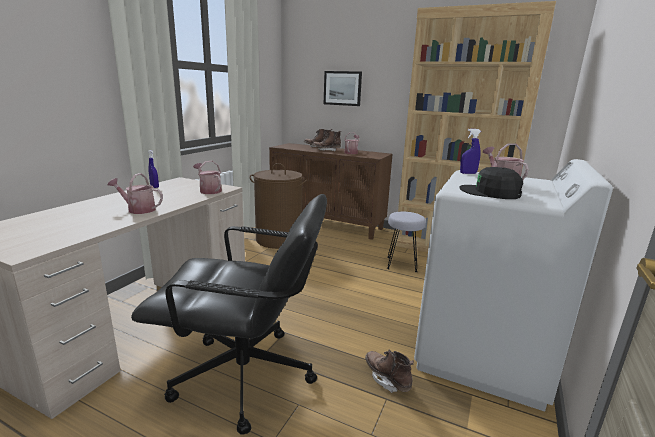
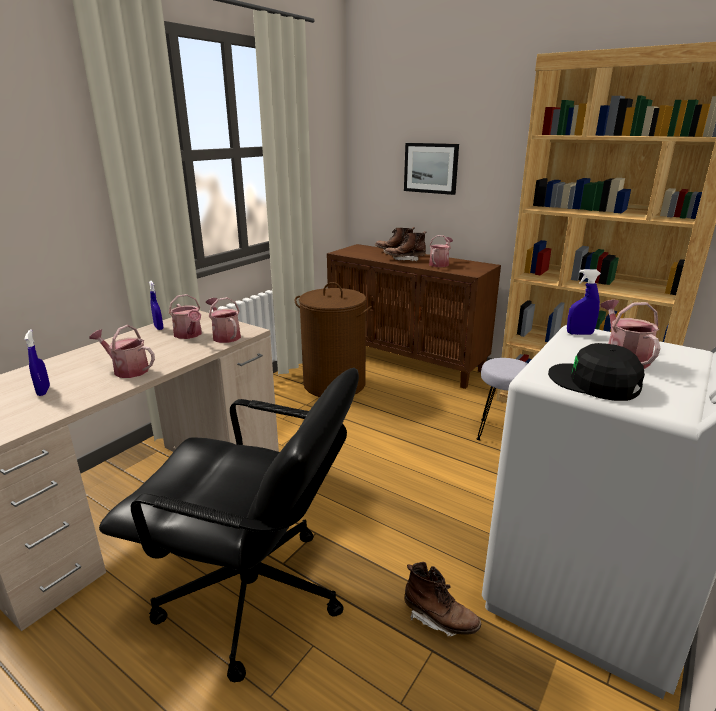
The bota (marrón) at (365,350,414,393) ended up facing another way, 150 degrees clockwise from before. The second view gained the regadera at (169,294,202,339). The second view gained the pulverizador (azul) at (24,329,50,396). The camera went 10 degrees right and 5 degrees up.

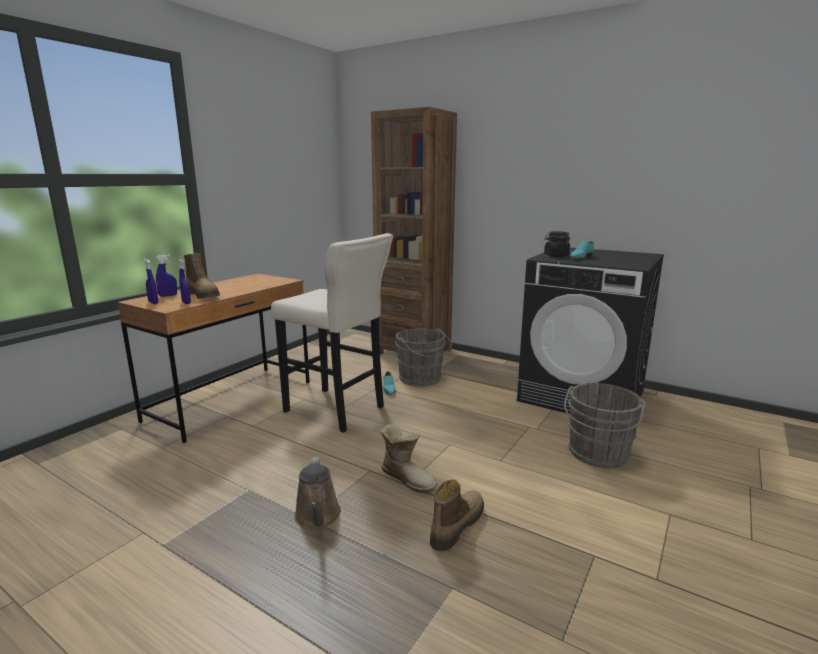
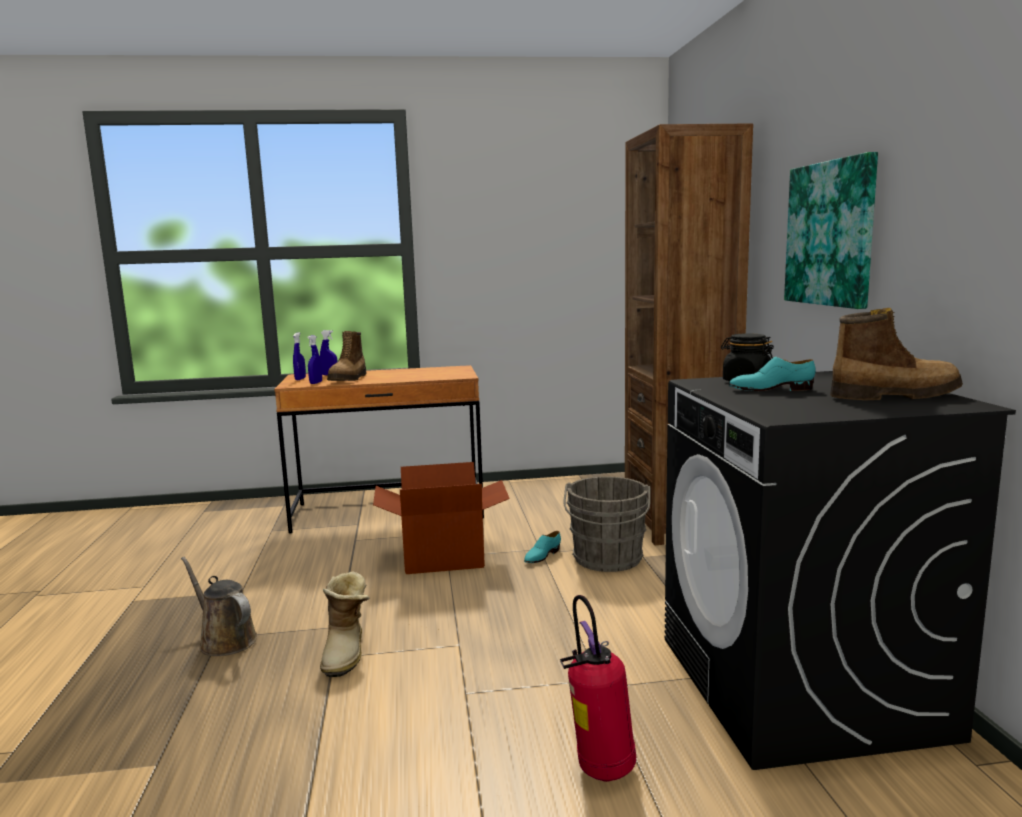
Where the taburete (beis) stood at (271,233,393,433), the caja de cartón came to stand at (373,462,510,574). Where the cubo (gris) stood at (564,383,645,468), the extintor came to stand at (560,595,636,782). The regadera (marrón) at (294,457,341,529) ended up facing another way, 90 degrees clockwise from before. The bota ended up elsewhere, having gone from (430,479,484,551) to (830,308,963,400). The second view gained the cuadro at (784,152,878,309). The camera went 50 degrees right and 5 degrees down.

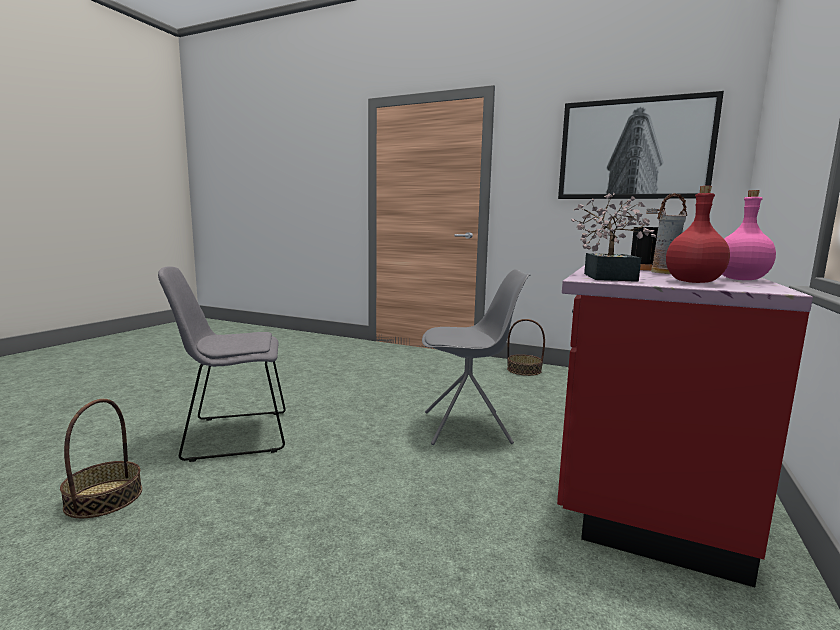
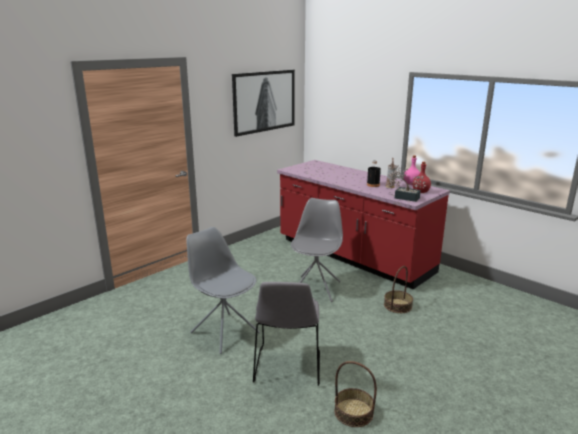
The cesta ended up elsewhere, having gone from (507,319,545,376) to (384,266,413,313). The second view gained the silla (gris) at (186,227,260,354). The camera went 70 degrees left and 10 degrees up.

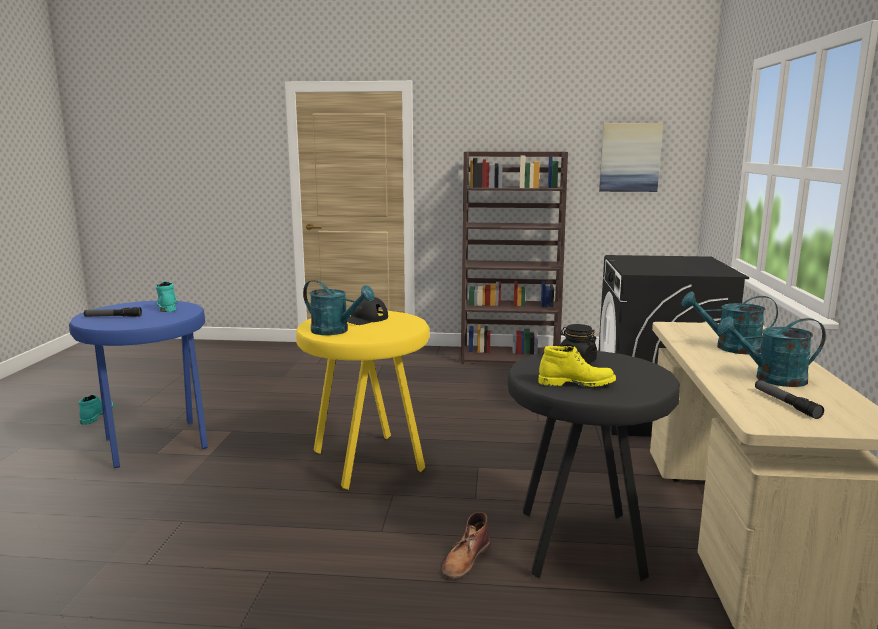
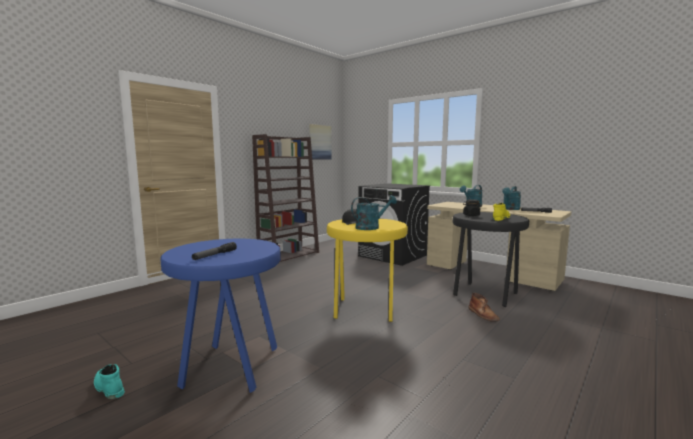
The second view lost the bota (turquesa) at (156,281,177,312). The camera went 55 degrees left and 5 degrees down.

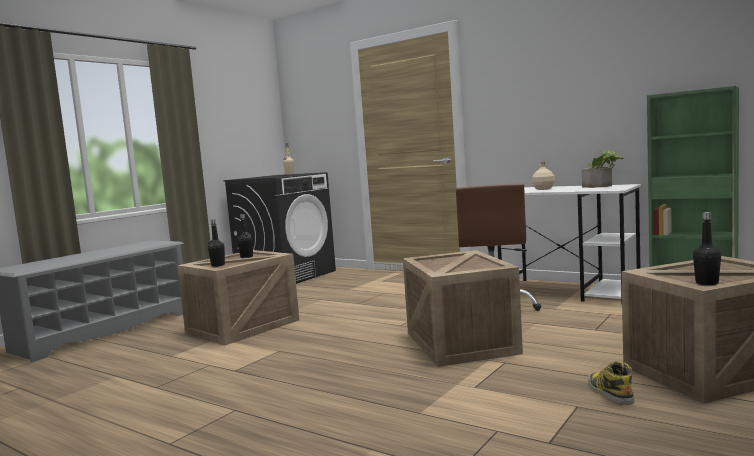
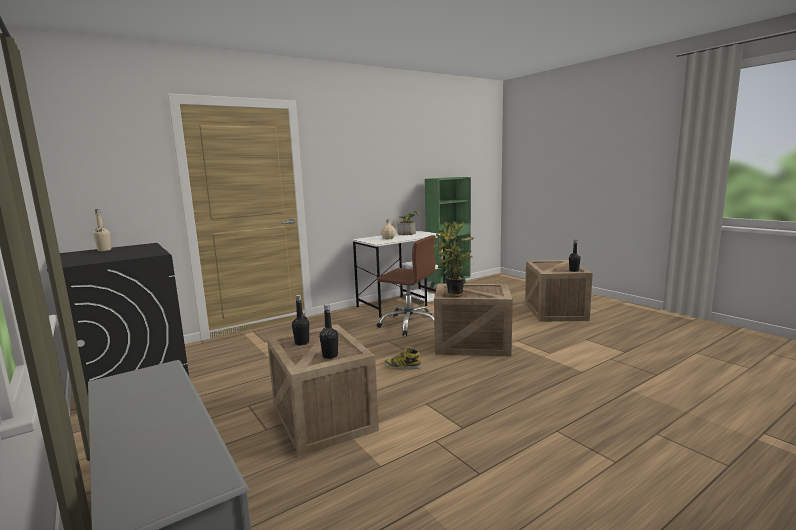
The bota ended up elsewhere, having gone from (588,361,635,405) to (383,347,421,369). The second view gained the planta en maceta at (432,221,474,297). The camera went 70 degrees left and 5 degrees up.

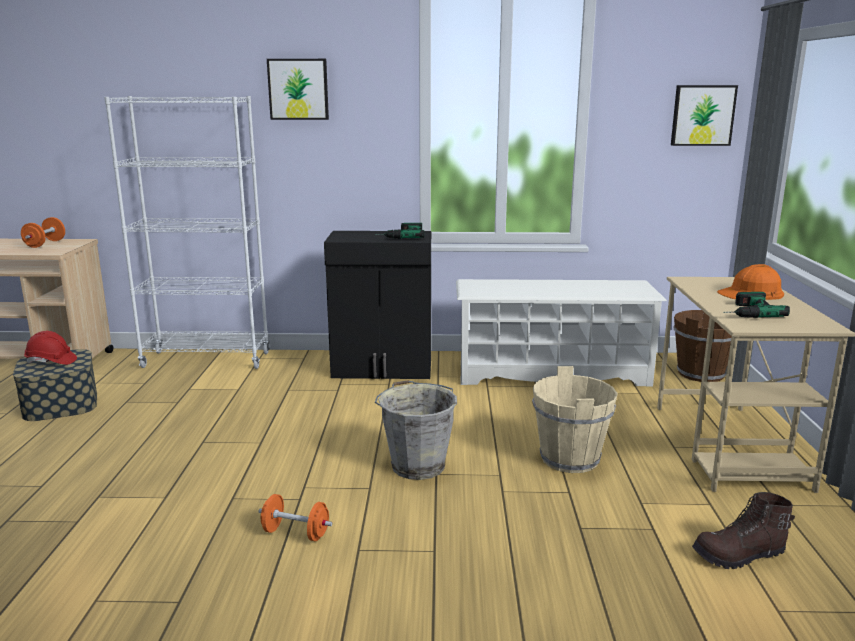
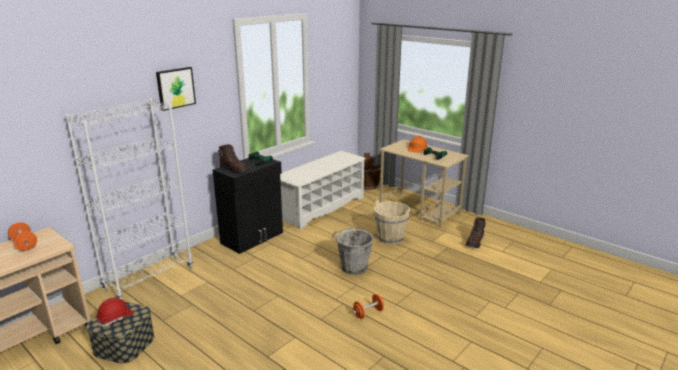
The second view lost the cuadro at (671,85,738,146). The second view gained the bota (marrón) at (218,145,248,174). The camera went 50 degrees left and 5 degrees up.

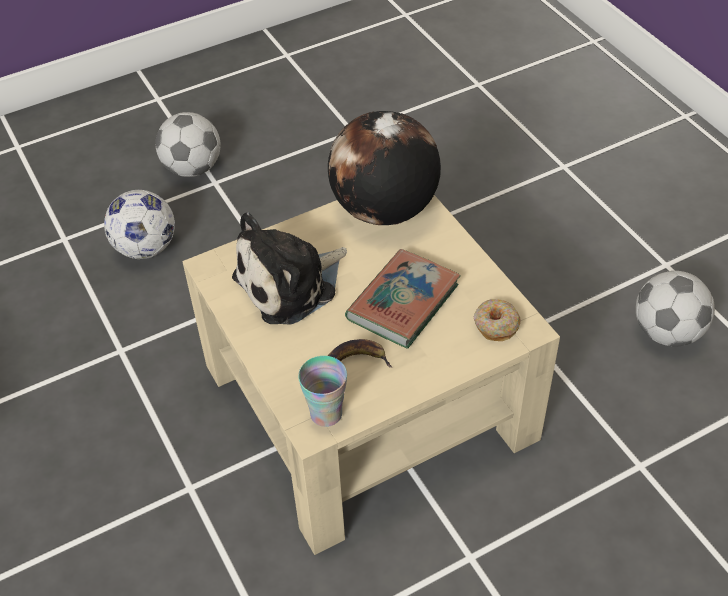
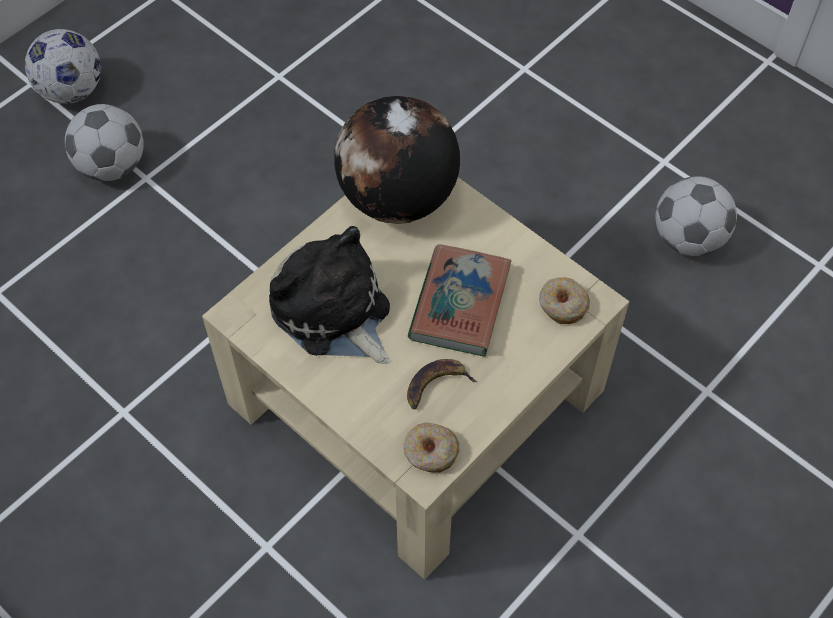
The balón de fútbol ended up elsewhere, having gone from (104,190,175,259) to (25,29,101,104). The peluche at (232,212,347,325) ended up facing another way, 105 degrees clockwise from before. Where the taza stood at (298,356,347,427), the rosquilla came to stand at (403,422,459,473). The camera went 20 degrees left and 10 degrees up.

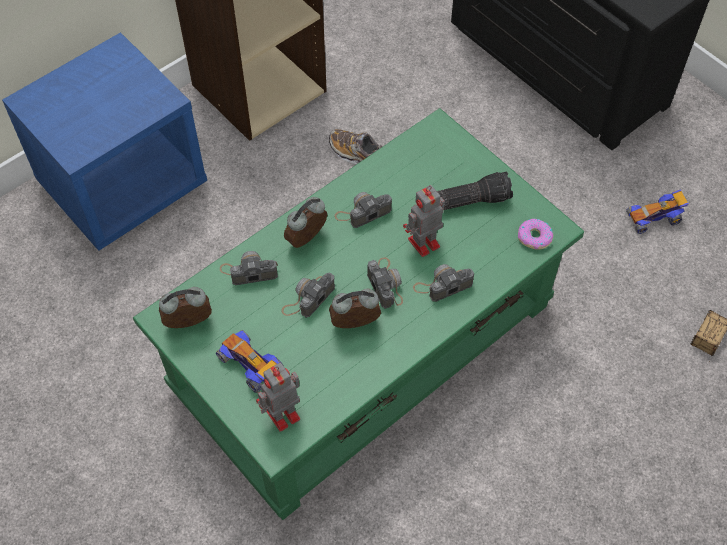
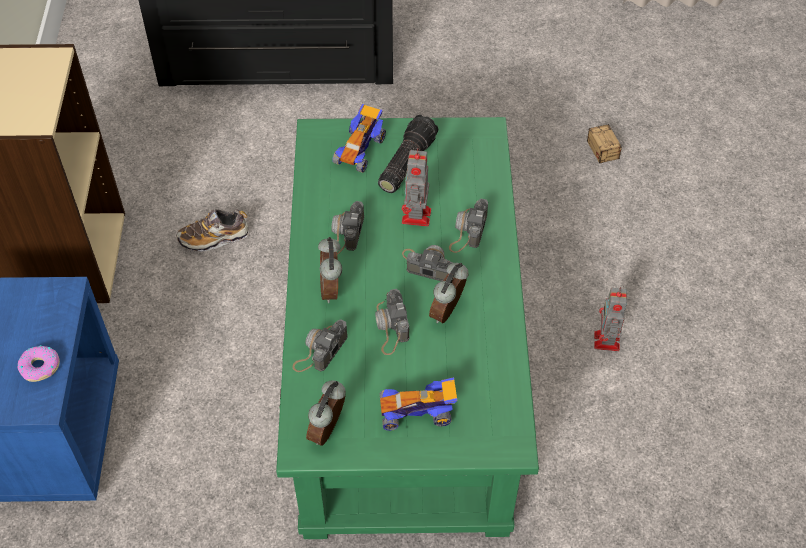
The coche de juguete ended up elsewhere, having gone from (626,189,689,234) to (332,104,386,173). The rosquilla ended up elsewhere, having gone from (518,219,553,250) to (18,345,60,382). The robot de juguete ended up elsewhere, having gone from (256,363,300,432) to (594,287,627,351). The camera went 50 degrees left and 5 degrees down.

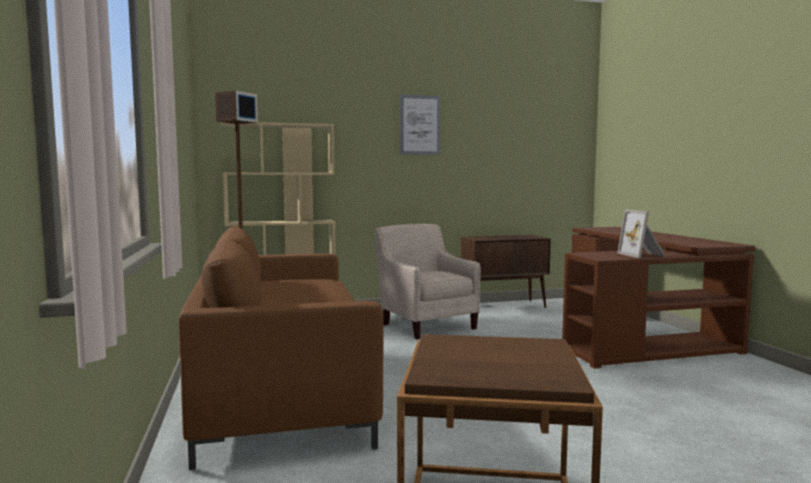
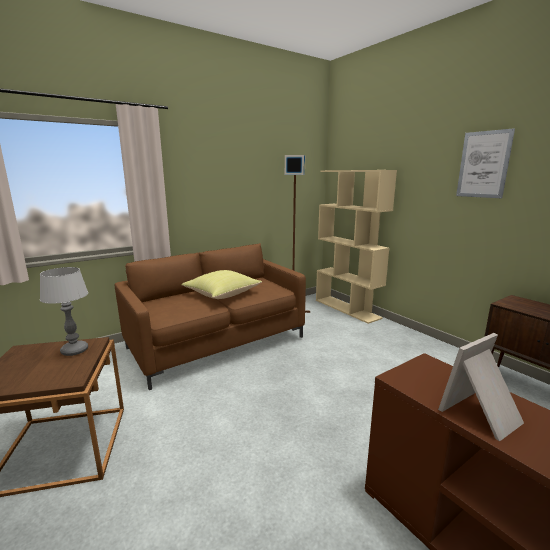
The second view lost the sillón (beis) at (375,224,481,339). The second view gained the lámpara de mesa at (40,267,88,356). The second view gained the cojín (amarillo) at (181,270,262,299). The camera went 70 degrees right and 10 degrees up.

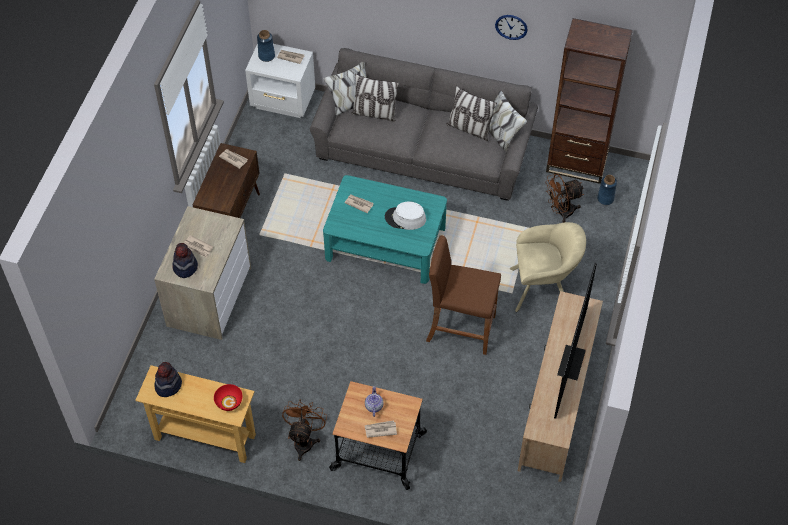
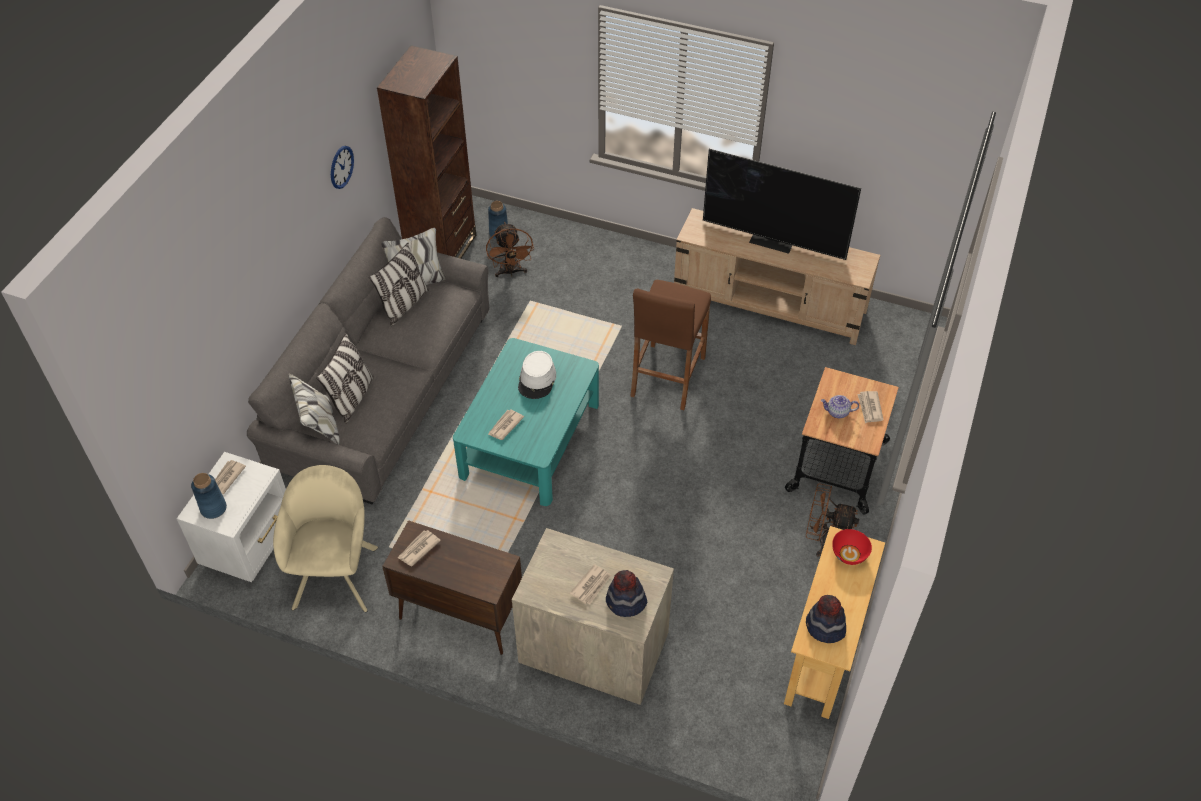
The sillón (beis) ended up elsewhere, having gone from (510,222,586,312) to (273,465,378,612). The camera went 85 degrees left and 5 degrees down.

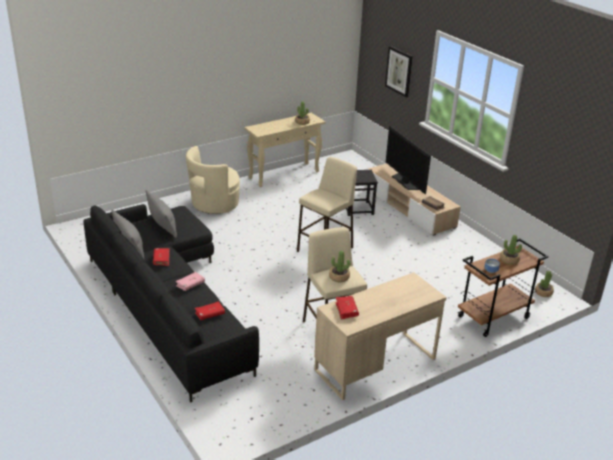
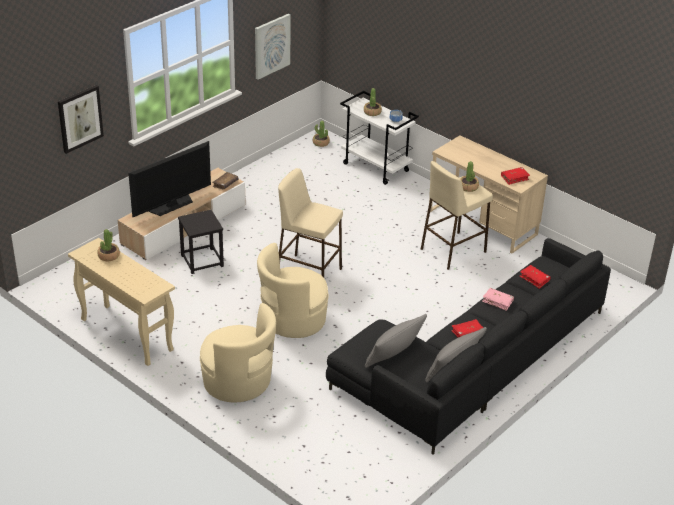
What was the carrito (marrón) at (458,238,549,337) turned into the carrito (blanco) at (340,91,419,185). The second view gained the cuadro at (255,14,290,80). The second view gained the sillón (beis) at (257,243,329,338). The camera went 105 degrees left and 5 degrees up.

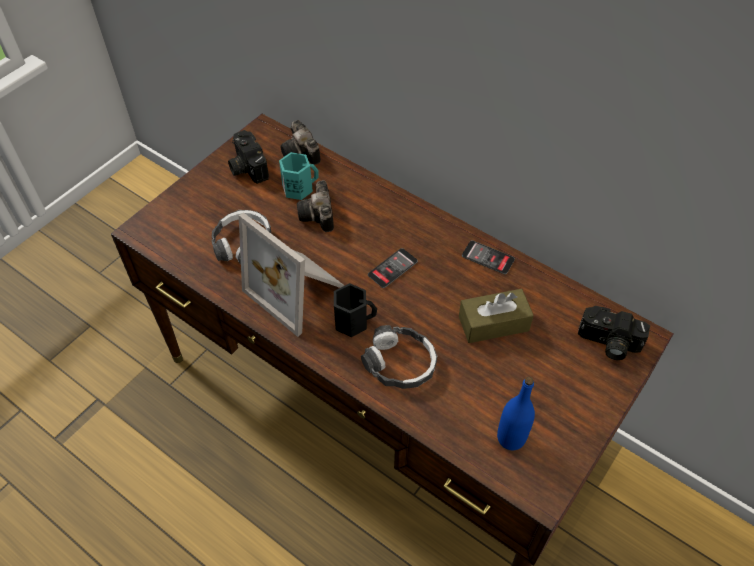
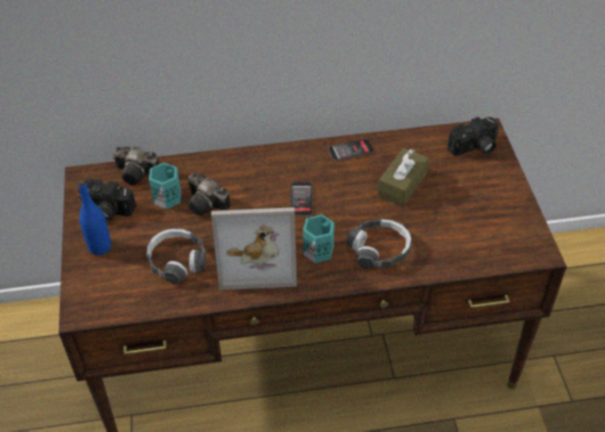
What was the taza grande (negro) at (334,283,377,337) turned into the taza grande (turquesa) at (303,214,335,263). The botella (azul) ended up elsewhere, having gone from (497,377,535,450) to (78,180,111,255). The camera went 45 degrees left and 5 degrees down.

